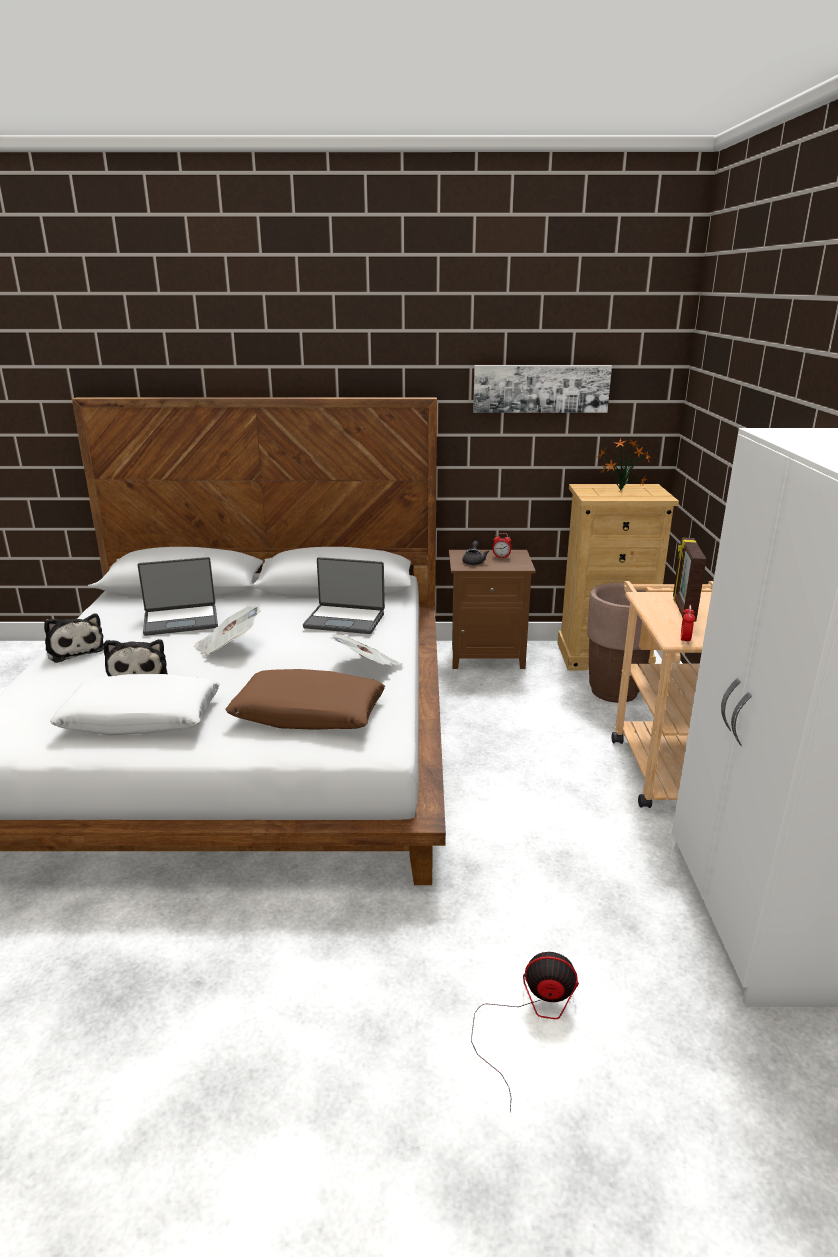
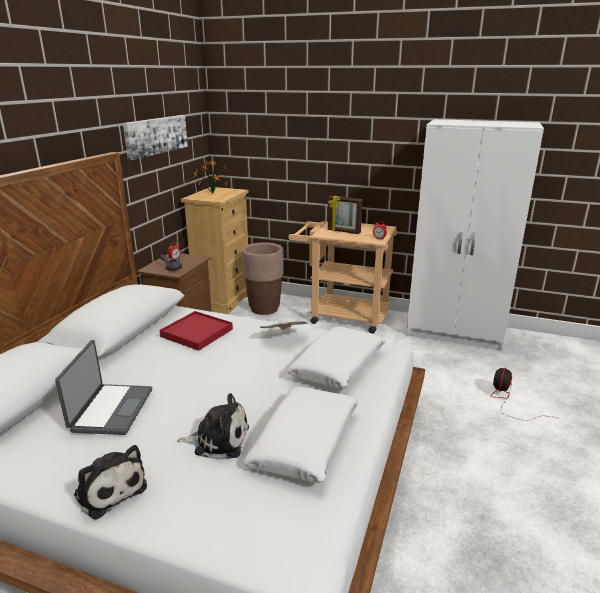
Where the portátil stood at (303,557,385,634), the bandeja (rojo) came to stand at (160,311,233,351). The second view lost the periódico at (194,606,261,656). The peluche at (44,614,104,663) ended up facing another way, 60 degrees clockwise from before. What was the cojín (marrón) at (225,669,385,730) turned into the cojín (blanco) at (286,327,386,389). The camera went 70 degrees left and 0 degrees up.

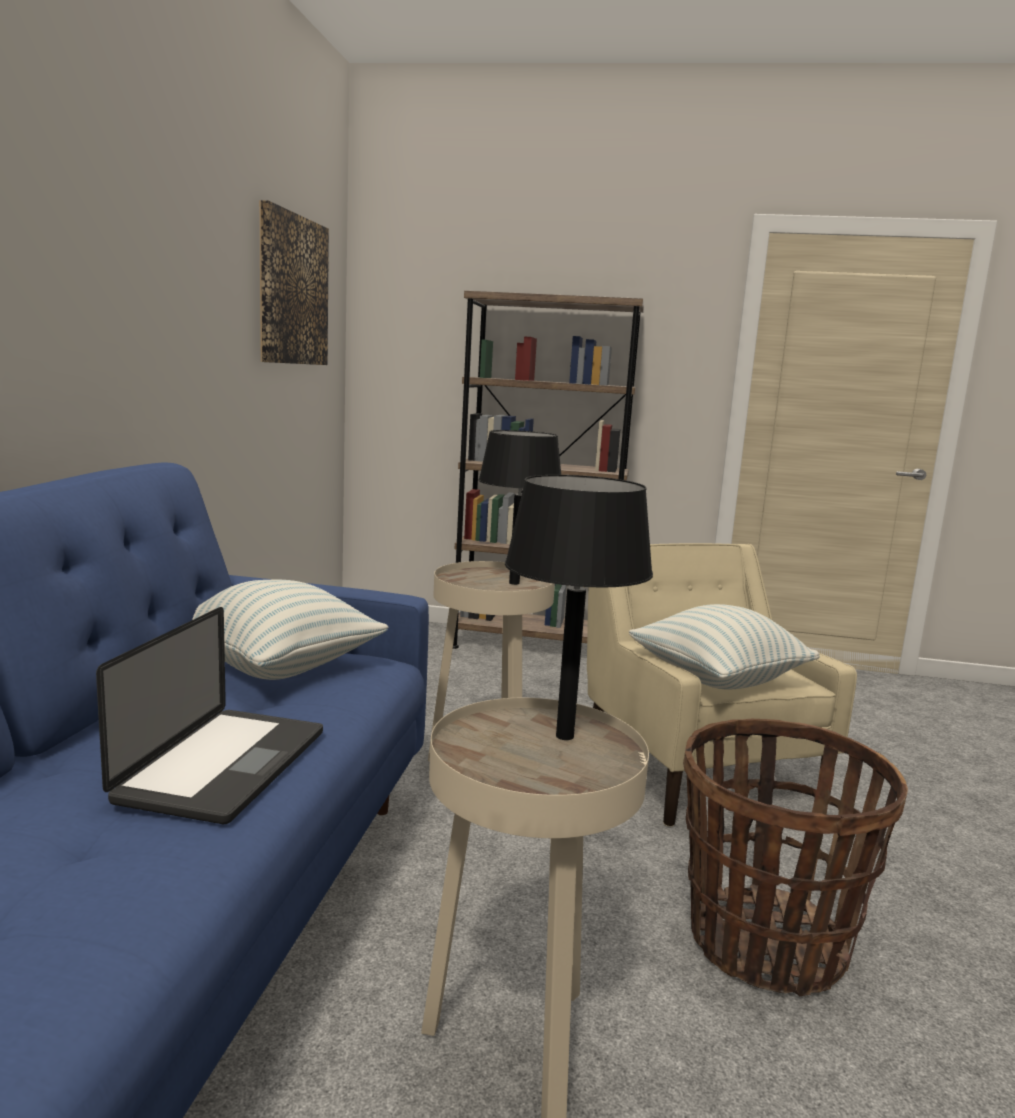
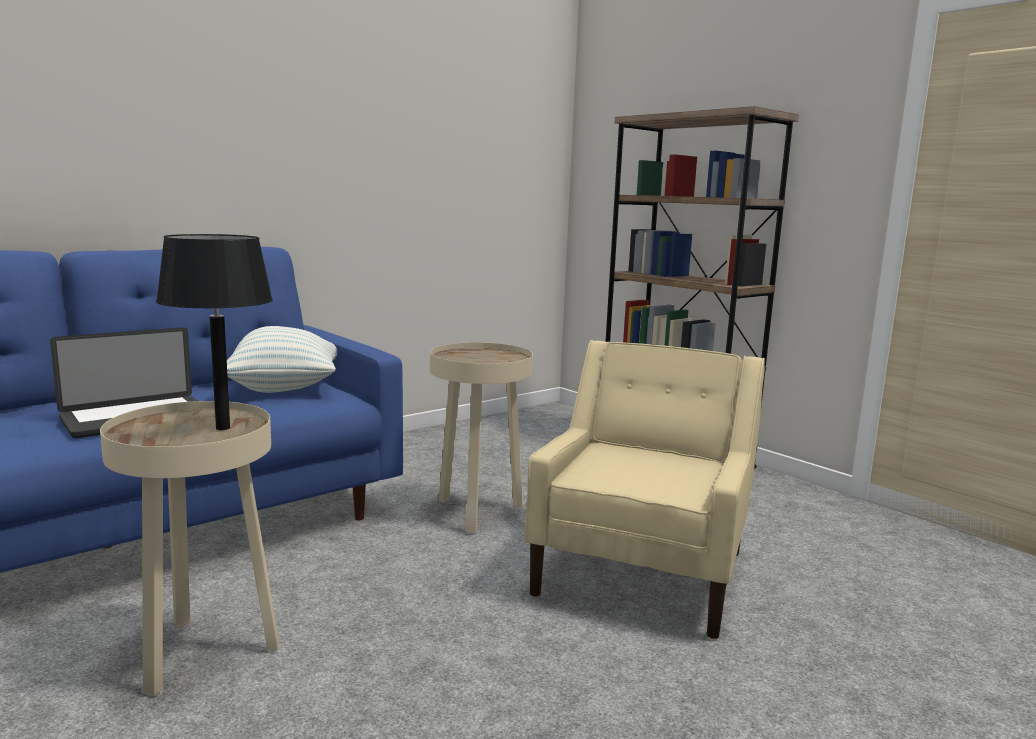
The second view lost the cuadro at (259,200,329,365). The second view lost the lámpara de mesa (negro) at (479,430,561,585). The second view lost the cojín at (629,604,820,690). The second view lost the cesta at (683,719,908,996). The camera went 40 degrees right and 0 degrees up.

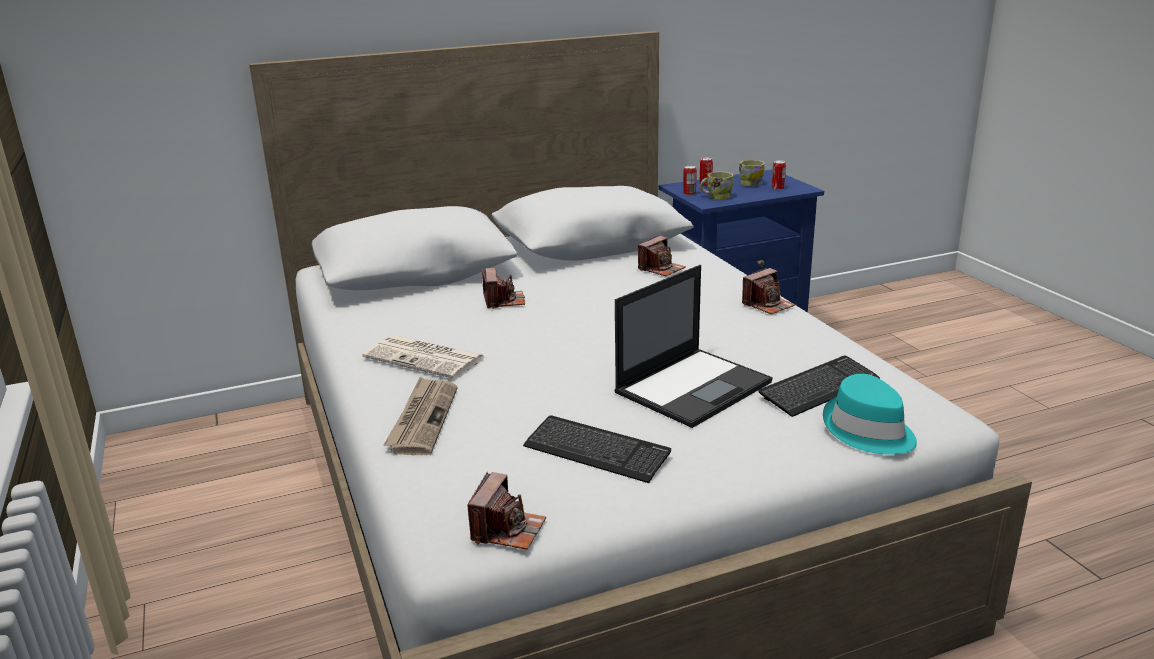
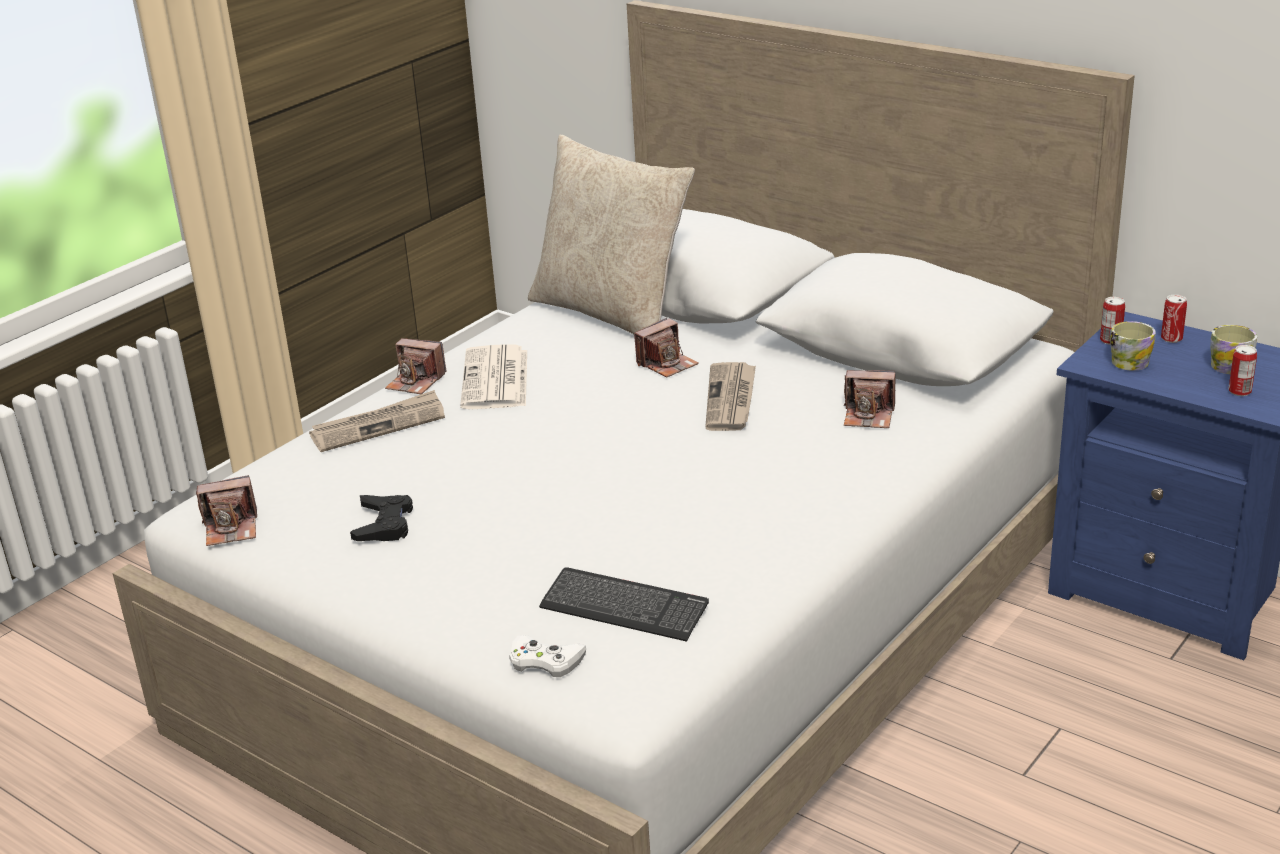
The second view lost the portátil at (614,265,772,428). The cámara ended up elsewhere, having gone from (742,268,796,314) to (385,338,447,394). Where the sombrero (turquesa) stood at (823,374,917,455), the mando de consola (blanco) came to stand at (509,635,586,677). Where the teclado stood at (523,416,671,483), the mando de consola (negro) came to stand at (350,495,413,541). The second view gained the cojín (beis) at (528,135,695,334). The second view gained the periódico at (705,362,756,431). The camera went 60 degrees right and 5 degrees up.

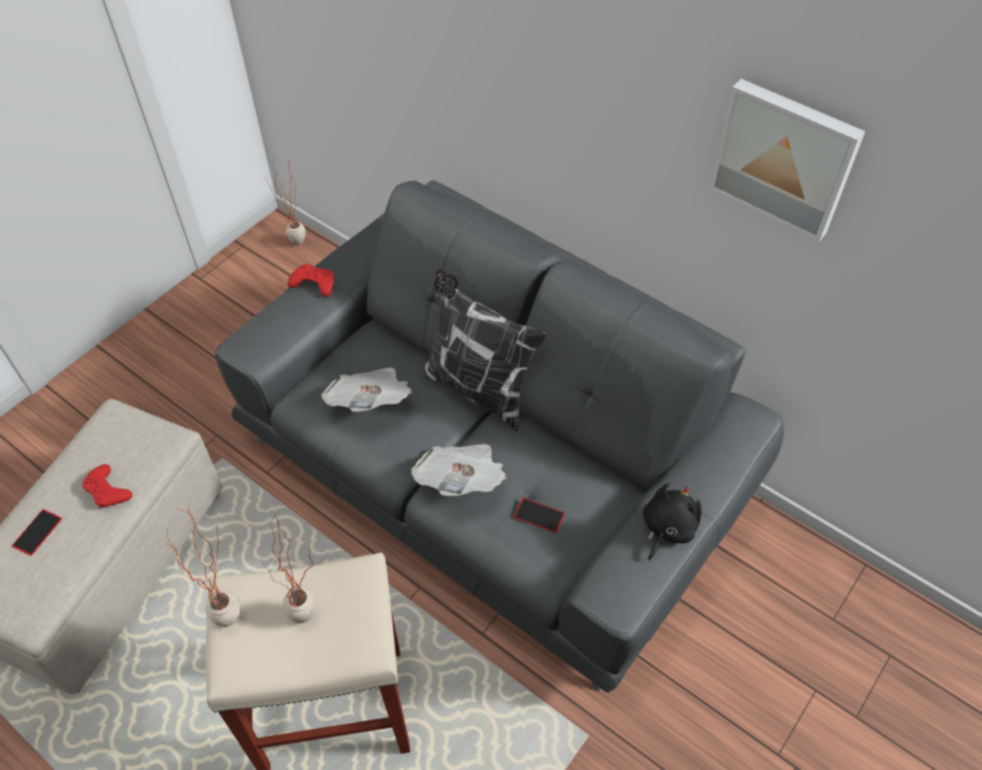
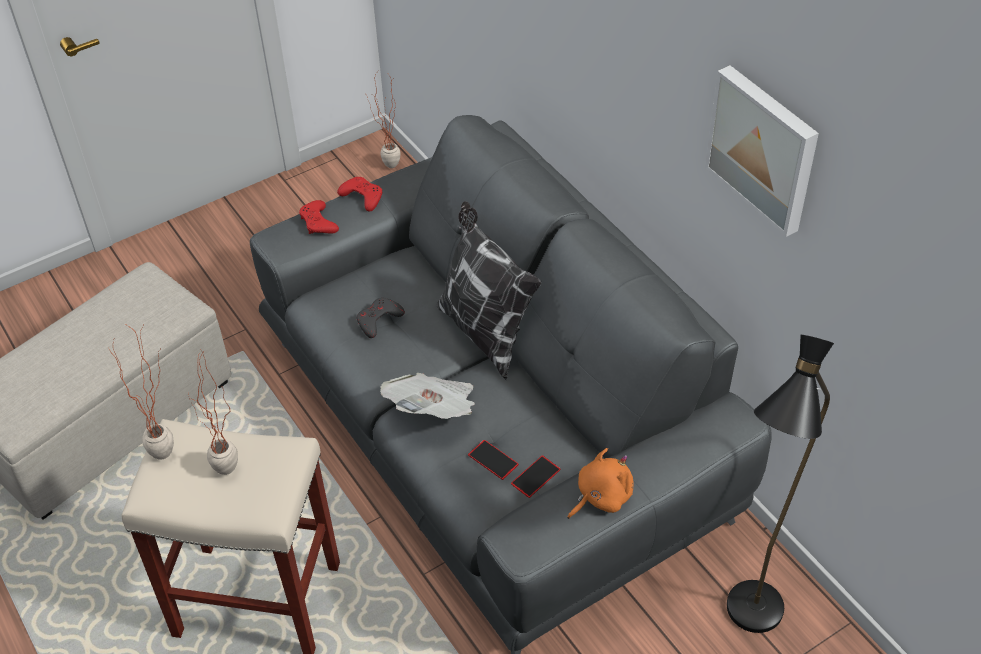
Where the periódico stood at (321,367,413,412), the mando de consola (gris) came to stand at (357,298,405,338). The mando de consola (rojo) ended up elsewhere, having gone from (82,464,132,508) to (299,200,339,234). What was the peluche (negro) at (643,483,702,561) turned into the peluche (naranja) at (568,448,634,519). The móvil ended up elsewhere, having gone from (12,509,62,556) to (511,455,560,498). The second view gained the lámpara de pie (negro) at (727,335,834,633). The camera went 20 degrees right and 5 degrees down.

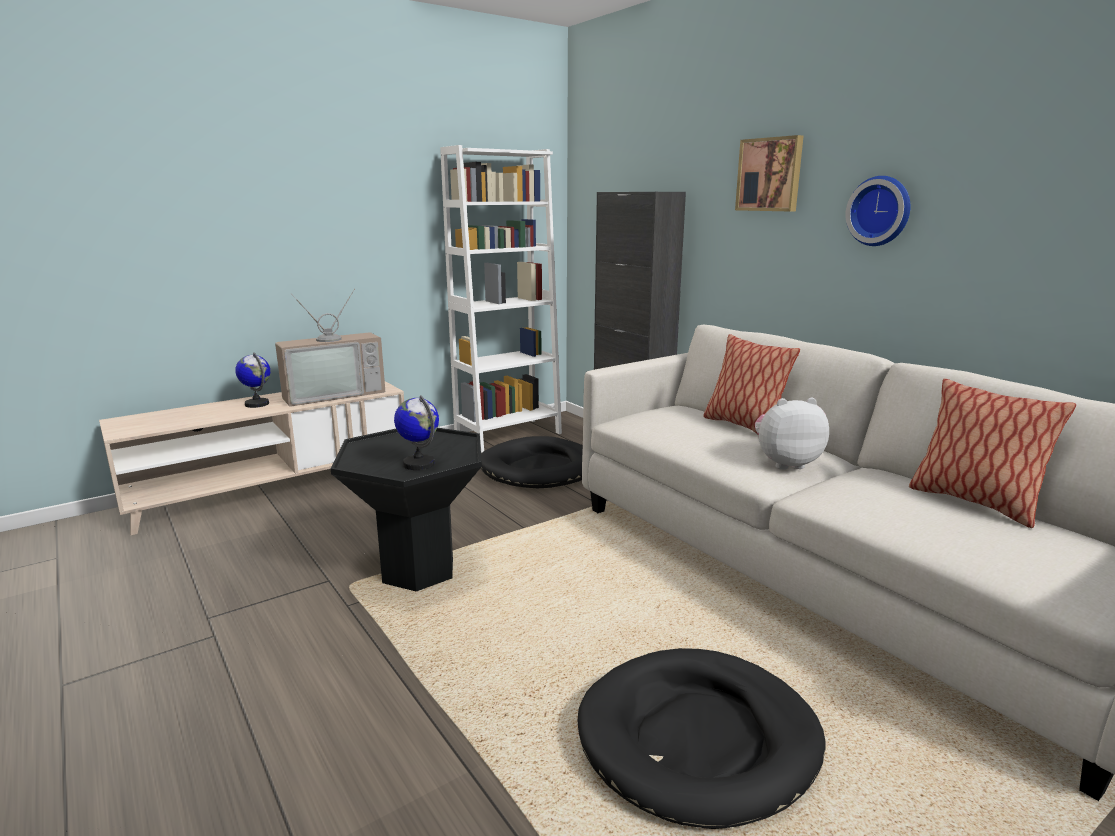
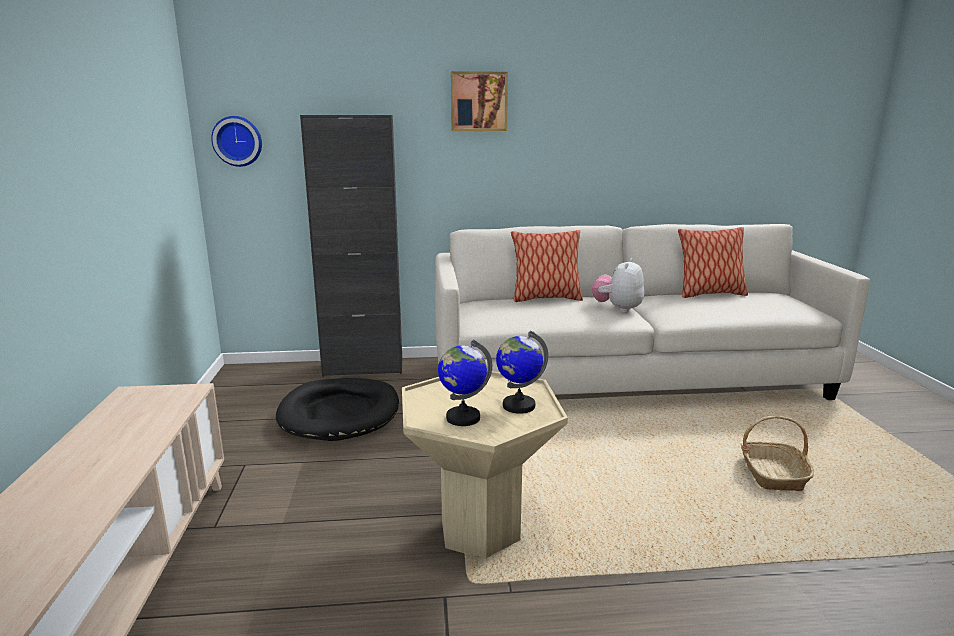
The second view lost the estantería (blanco) at (440,145,562,453). The reloj de pared ended up elsewhere, having gone from (845,176,910,246) to (211,116,262,167). The second view lost the televisor at (275,288,385,406). The globo terráqueo ended up elsewhere, having gone from (235,352,270,408) to (438,340,492,426). What was the mesa auxiliar (negro) at (331,428,482,591) turned into the mesa auxiliar (beis) at (402,371,568,558). Where the cama para perro (negro) stood at (578,648,826,829), the cesta came to stand at (741,416,814,491). The camera went 60 degrees left and 0 degrees up.

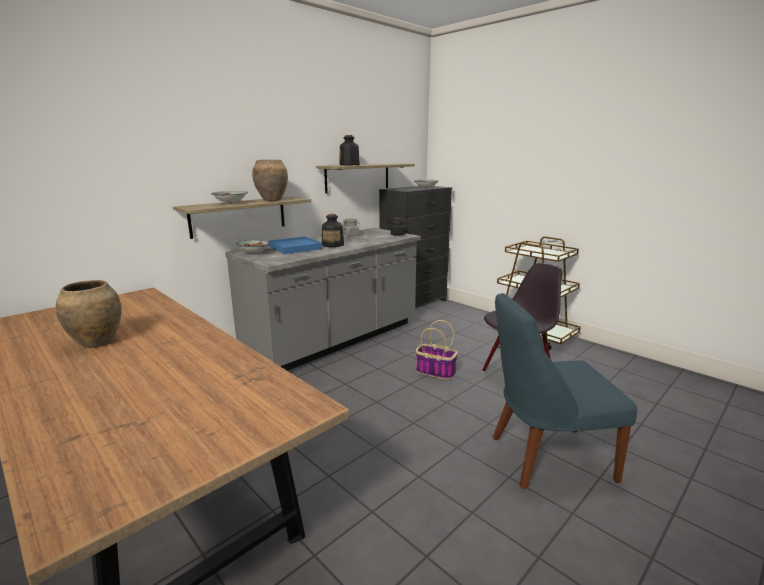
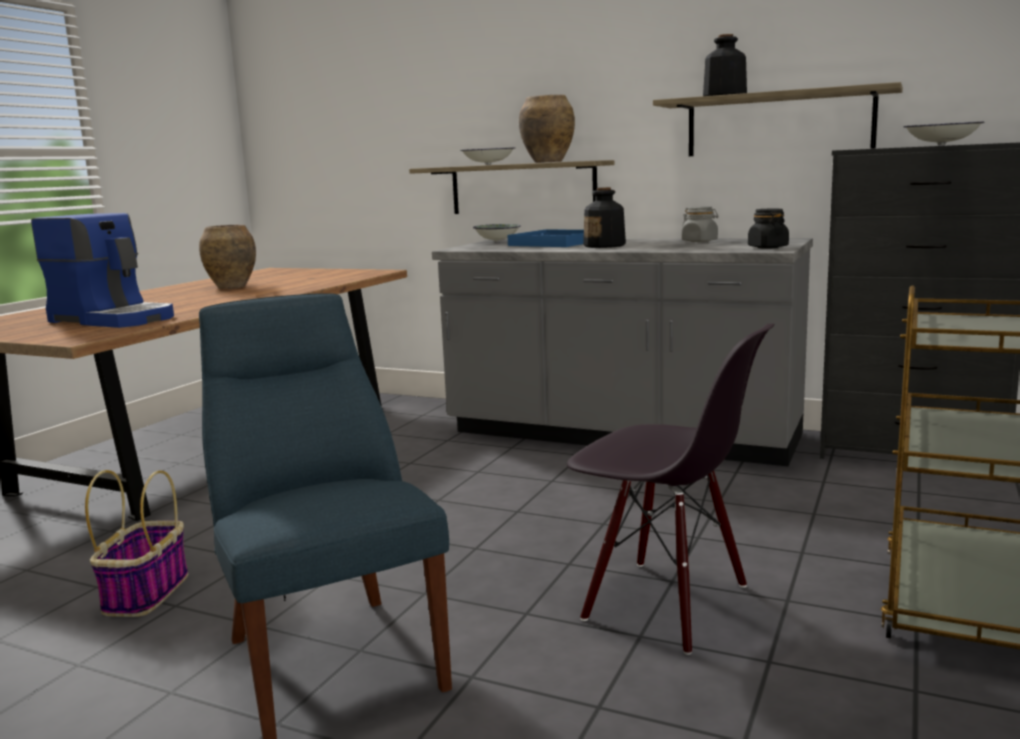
The cesta ended up elsewhere, having gone from (416,320,458,380) to (85,470,189,617). The second view gained the cafetera at (31,213,174,328). The camera went 70 degrees right and 5 degrees down.

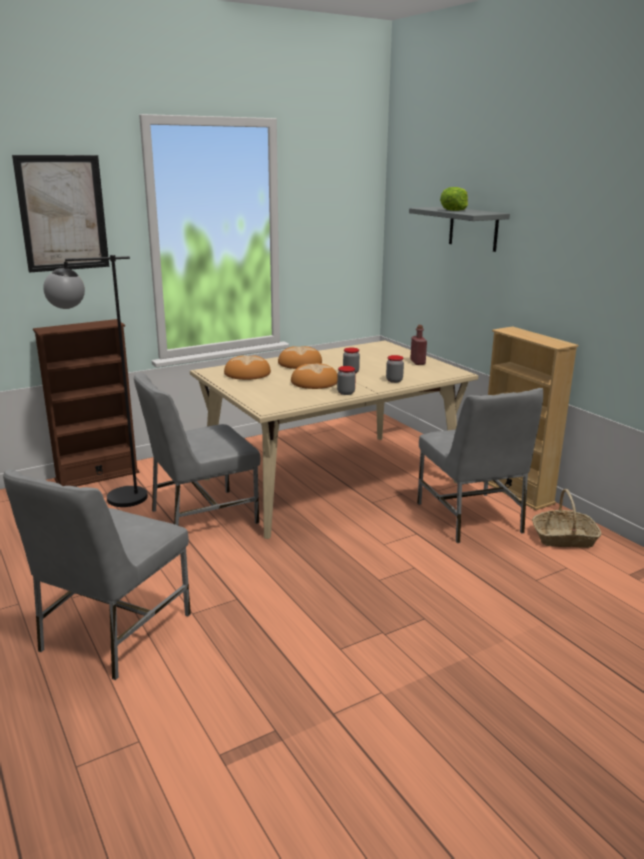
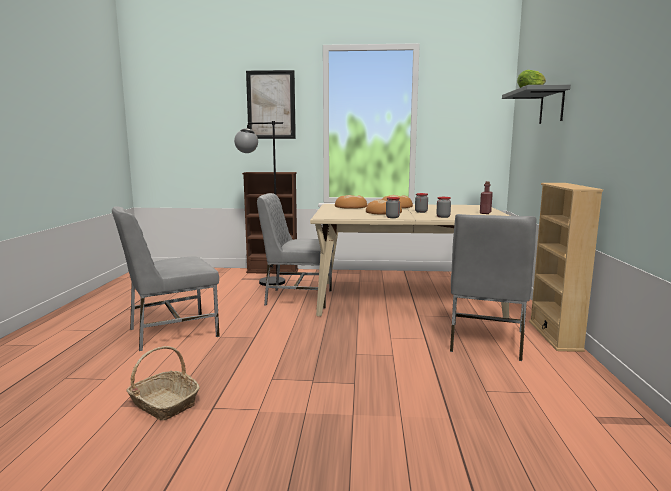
The cesta ended up elsewhere, having gone from (532,489,601,548) to (126,346,200,420). The camera went 35 degrees right and 10 degrees down.

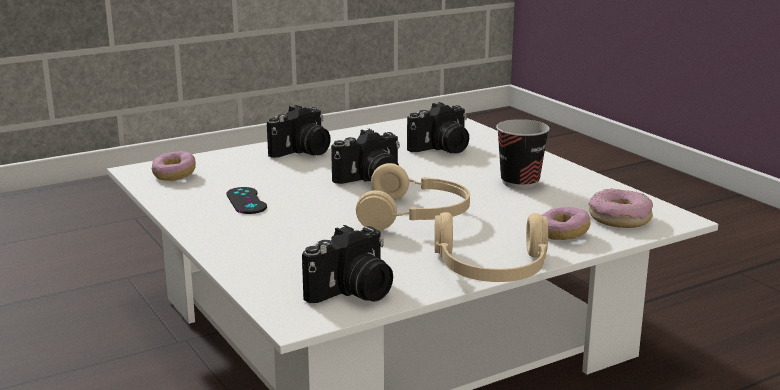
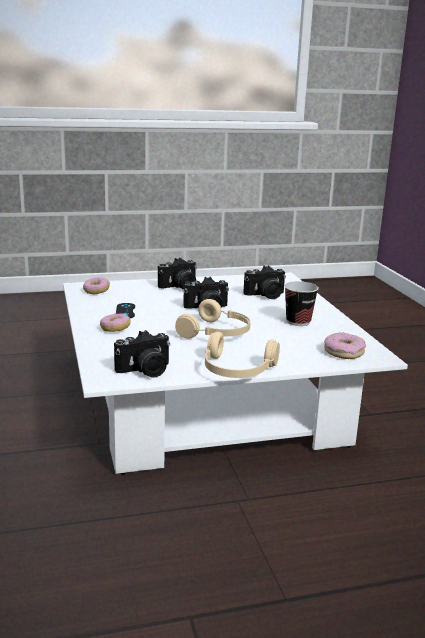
The rosquilla ended up elsewhere, having gone from (542,207,590,240) to (100,314,131,332). The camera went 15 degrees right and 0 degrees up.

